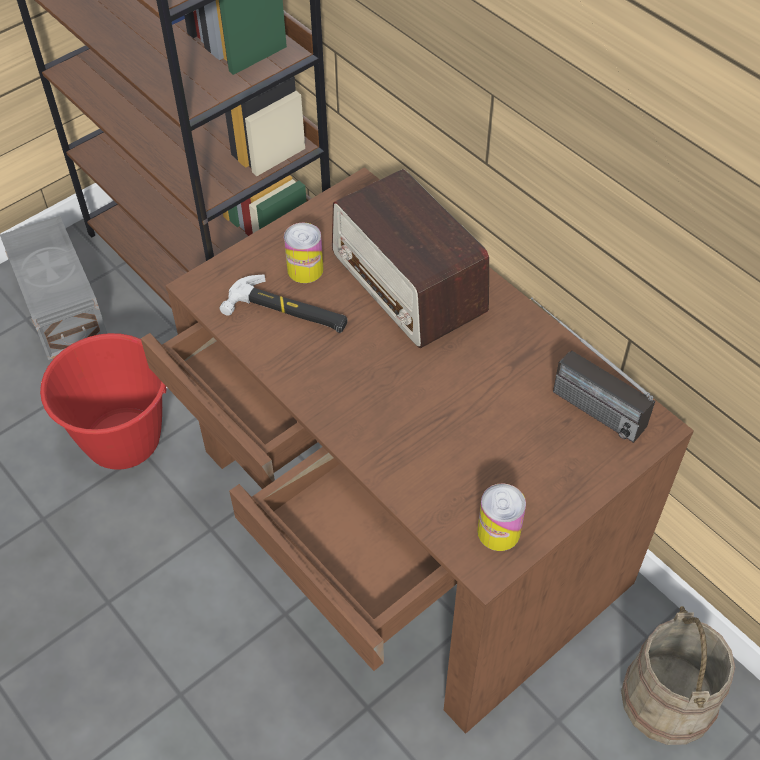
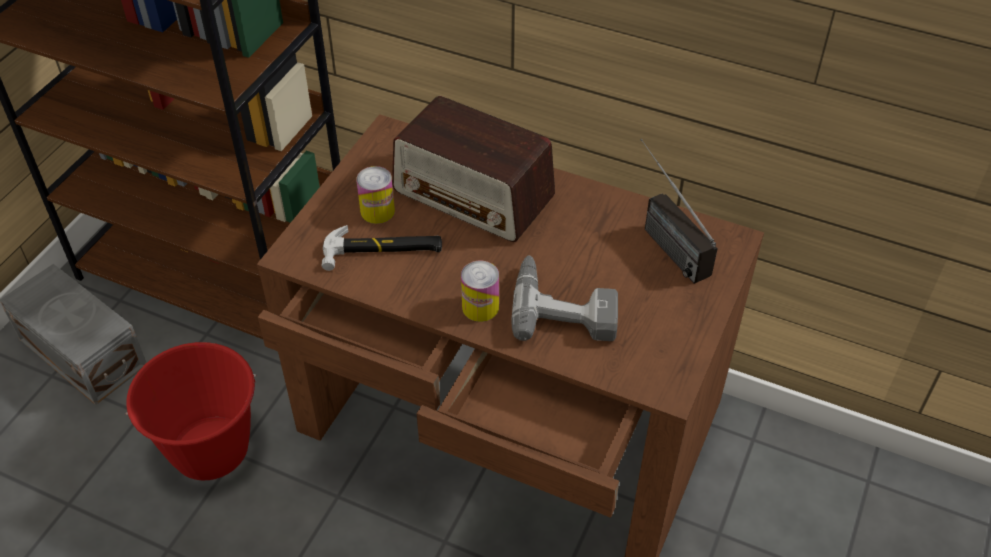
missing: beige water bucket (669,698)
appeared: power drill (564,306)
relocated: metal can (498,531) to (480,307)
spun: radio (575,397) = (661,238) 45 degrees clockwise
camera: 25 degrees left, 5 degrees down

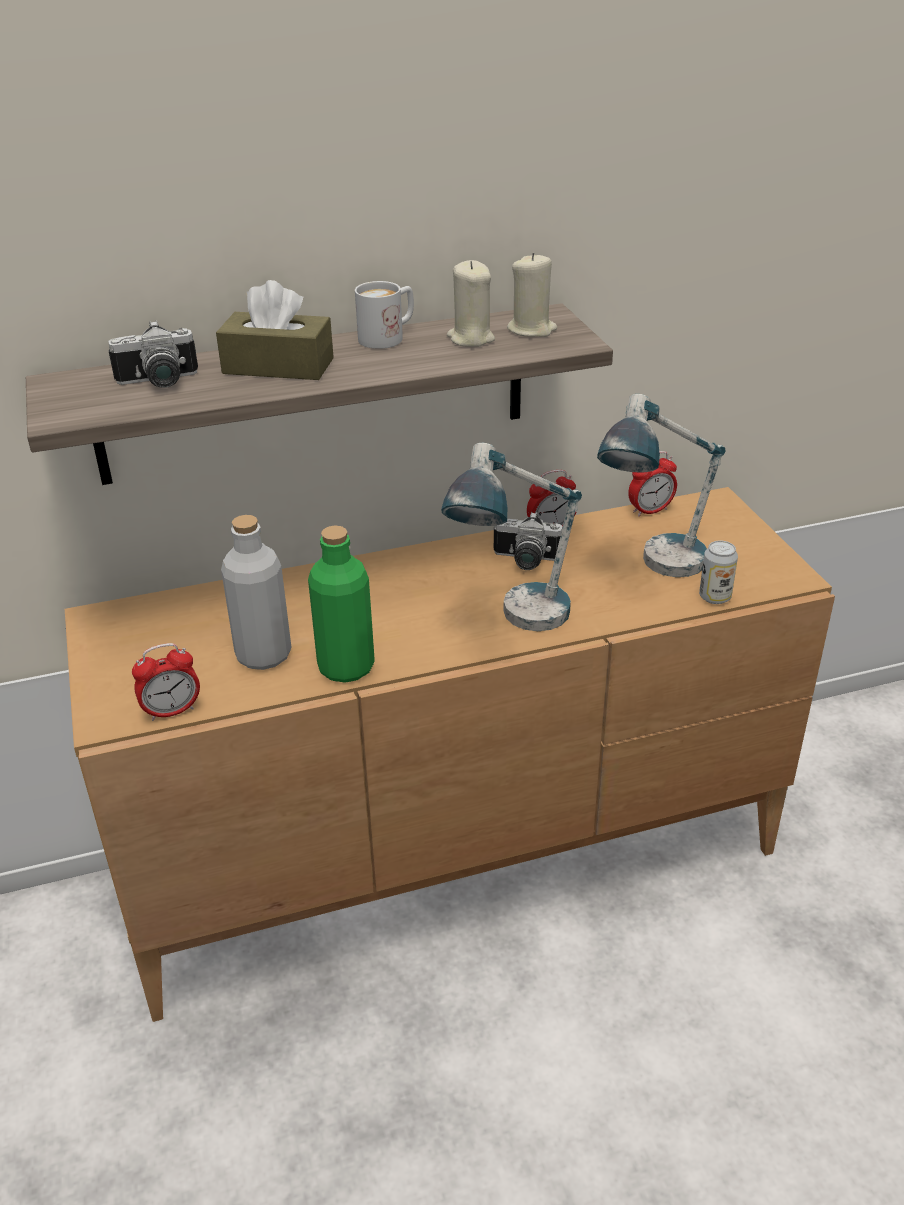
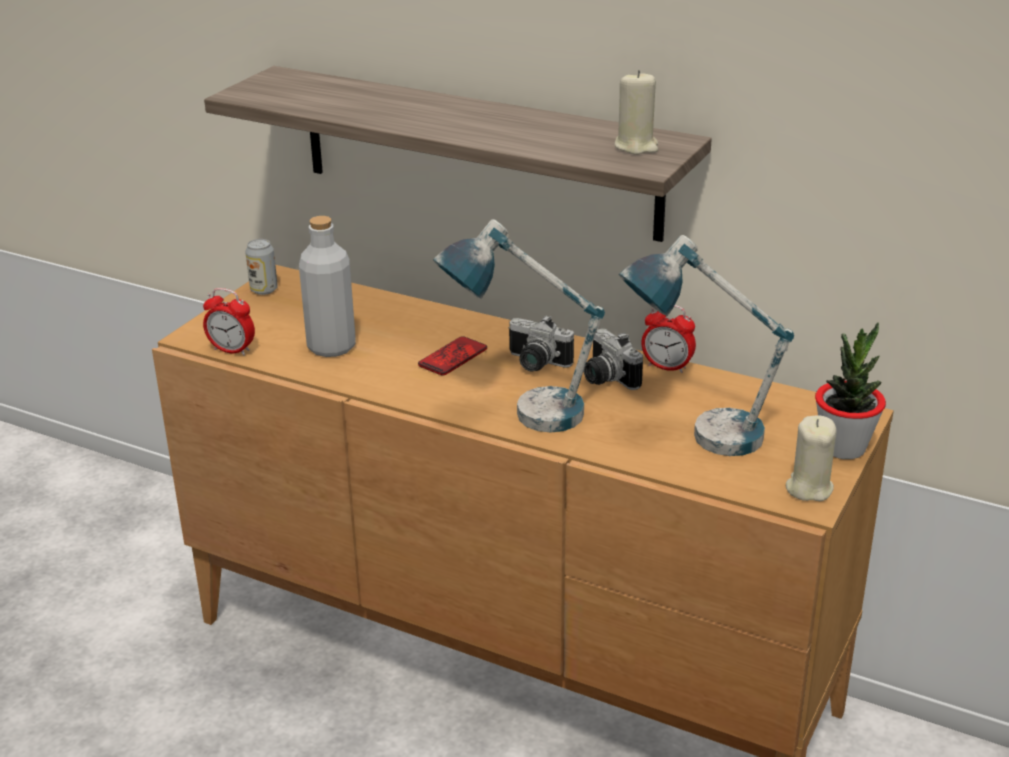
missing: brownish tissue holder (278,366); white tea mug (388,337); table clock (650,511); green-coloured drink bottle (346,667)
appeared: houseplant (843,448); handset (453,357)
relocated: beige candle (471,338) to (808,488); photo camera (158,383) to (535,364); metal can (714,597) to (264,290)
camera: 45 degrees right, 5 degrees down

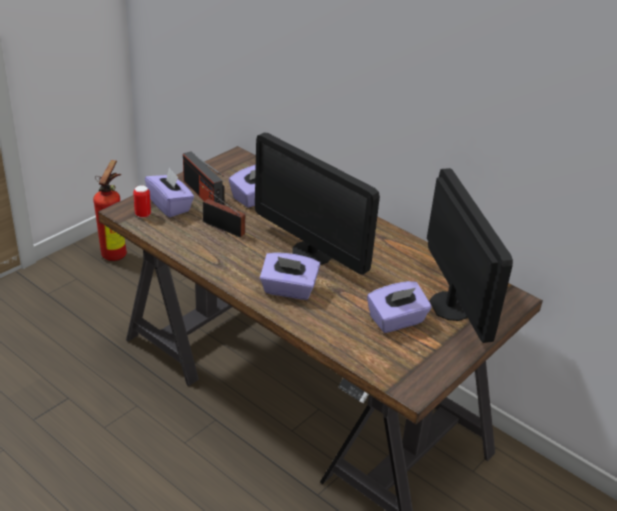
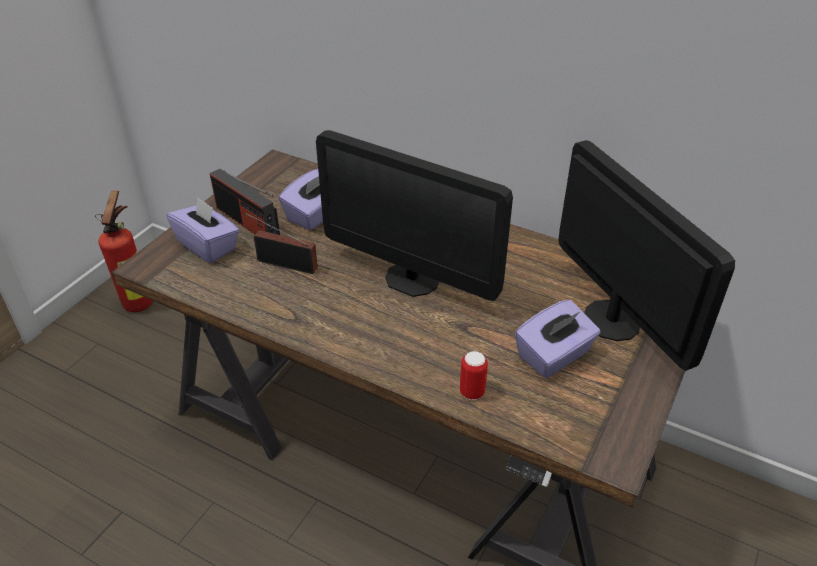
missing: purplish tissue holder (288,290)
relocated: metal can (143,214) to (472,392)
camera: 10 degrees left, 5 degrees up

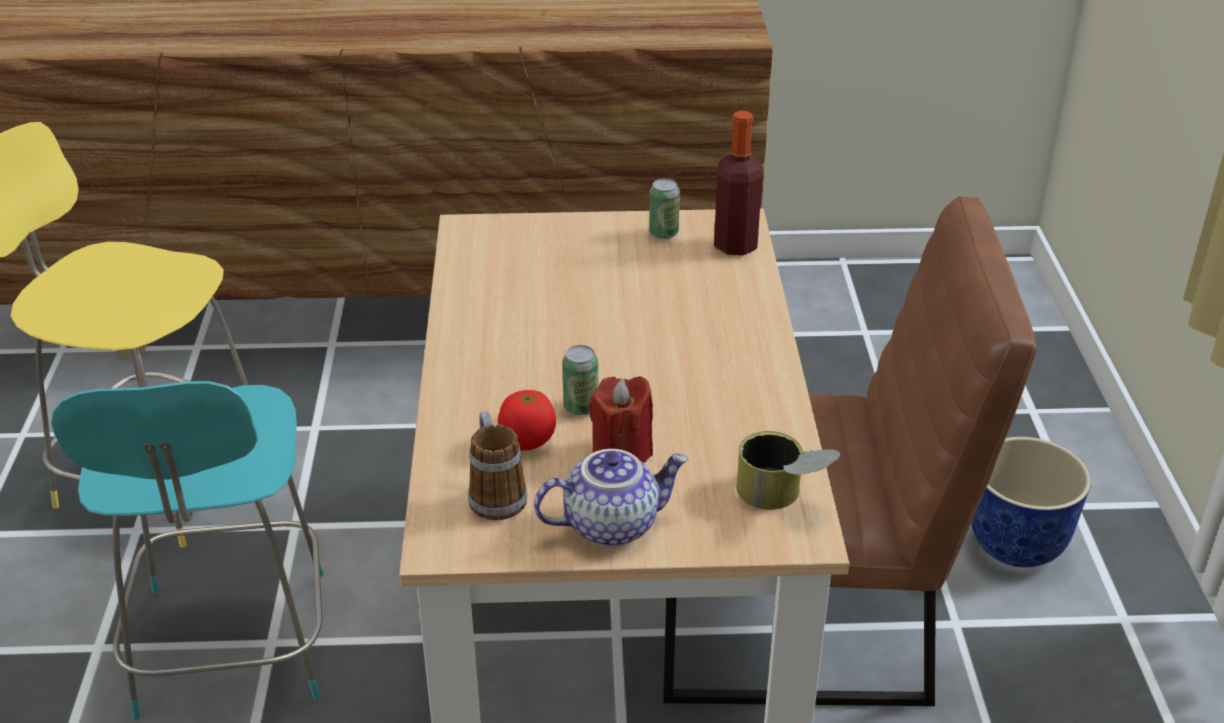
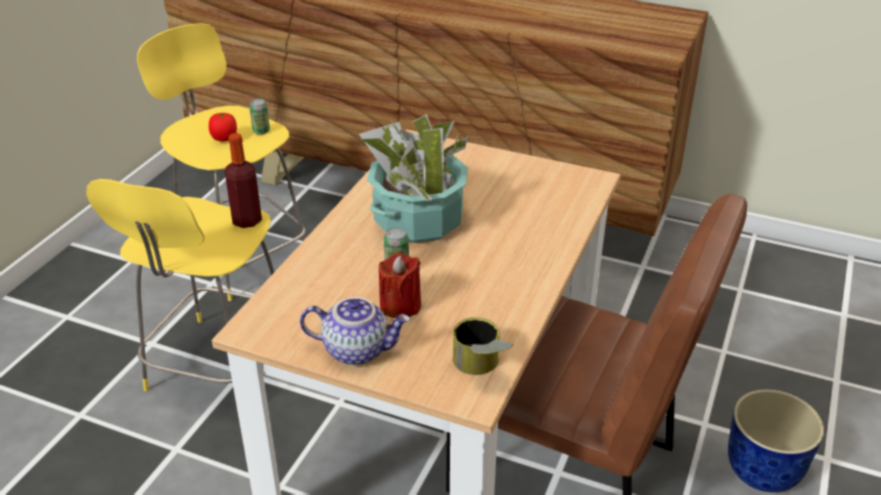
missing: tea mug (495,494)
appeared: houseplant (418,220)
relocated: drink bottle (735,245) to (247,220); metal can (663,233) to (261,131); tomato (527,442) to (224,139)
colour: turquoise stool seat (231,649) to yellow stool seat (218,368)
camera: 25 degrees right, 0 degrees up

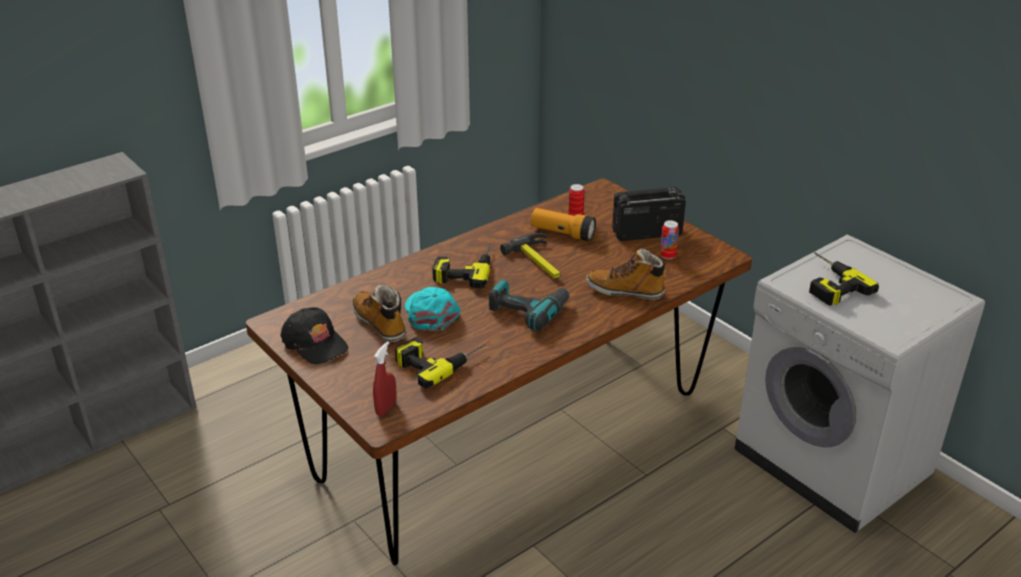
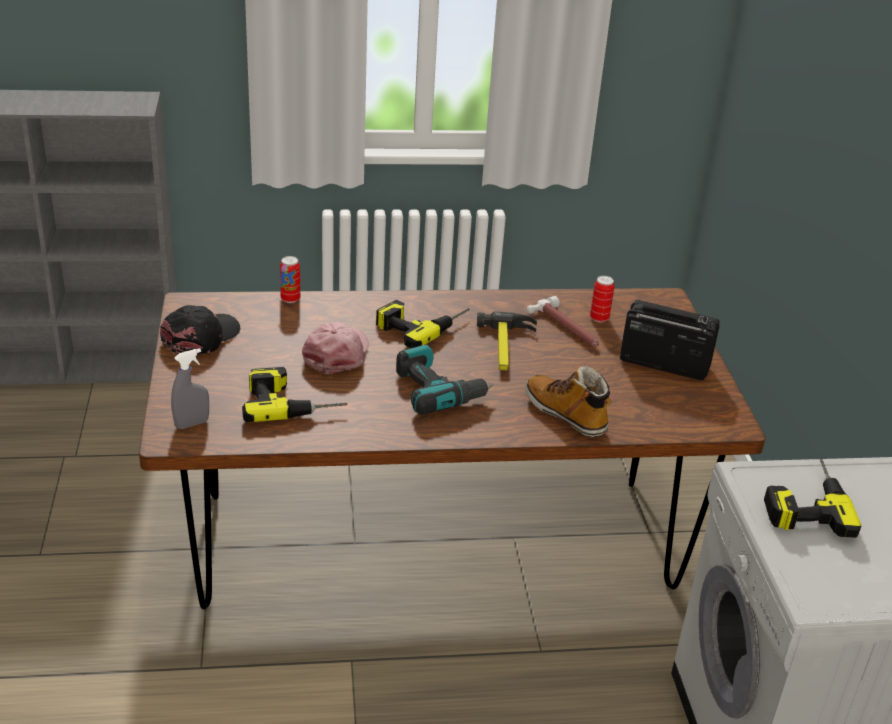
missing: boot (380,324)
relocated: metal can (667,256) to (290,299)
exchanged: torch (562,233) to hand hammer (566,328)
colour: turquoise peaked cap (430,313) to pinkish peaked cap (337,353); red sprayer (386,408) to greyish sprayer (192,424)
spun: black peaked cap (315,343) = (201,337) 135 degrees counterclockwise
camera: 30 degrees right, 0 degrees up

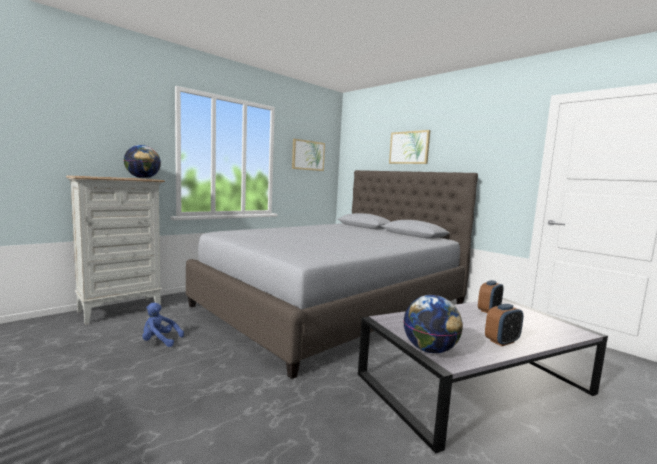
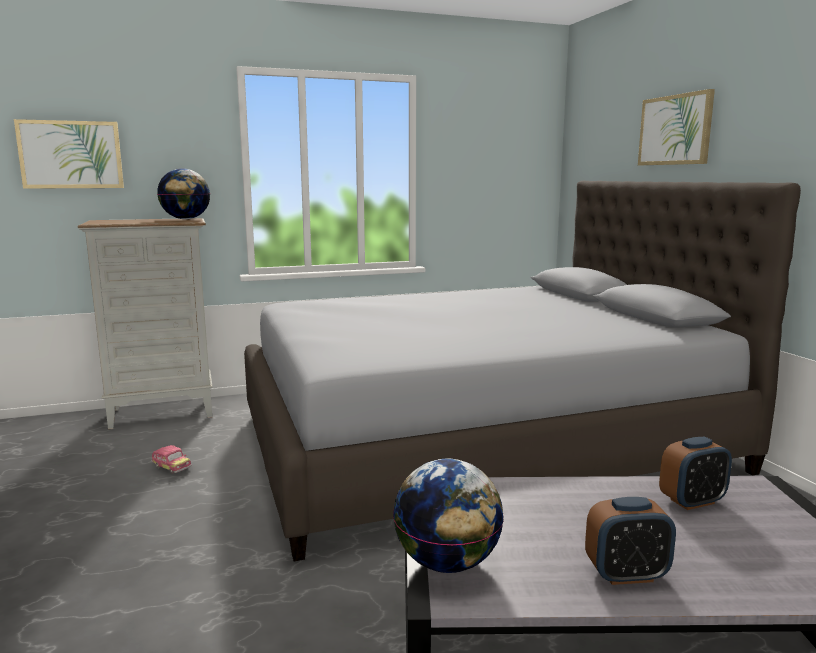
relocated: wall picture (308,155) to (71,155)
exchanged: bluish cuddly toy (159,341) to miniature car (171,467)
camera: 25 degrees right, 5 degrees up

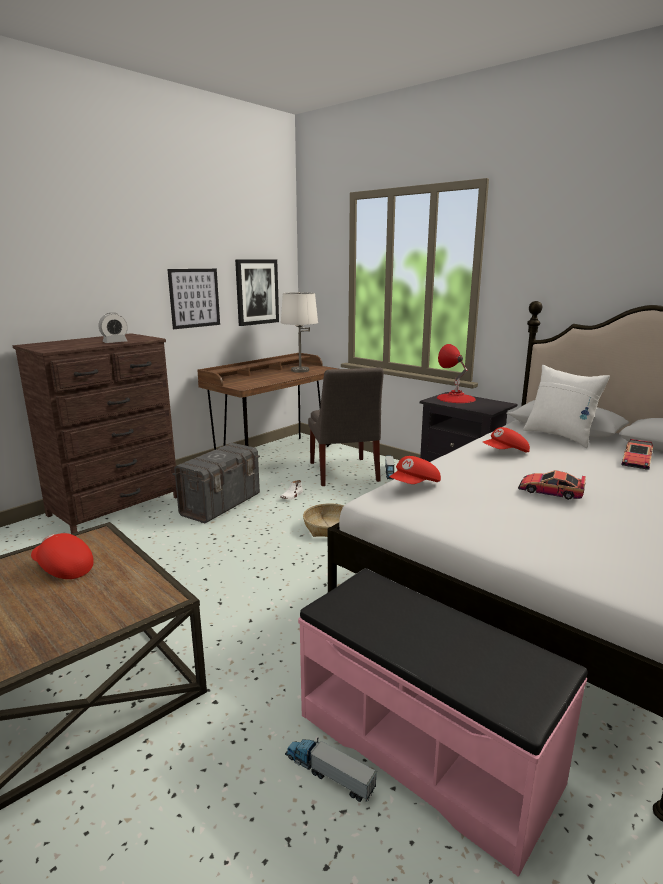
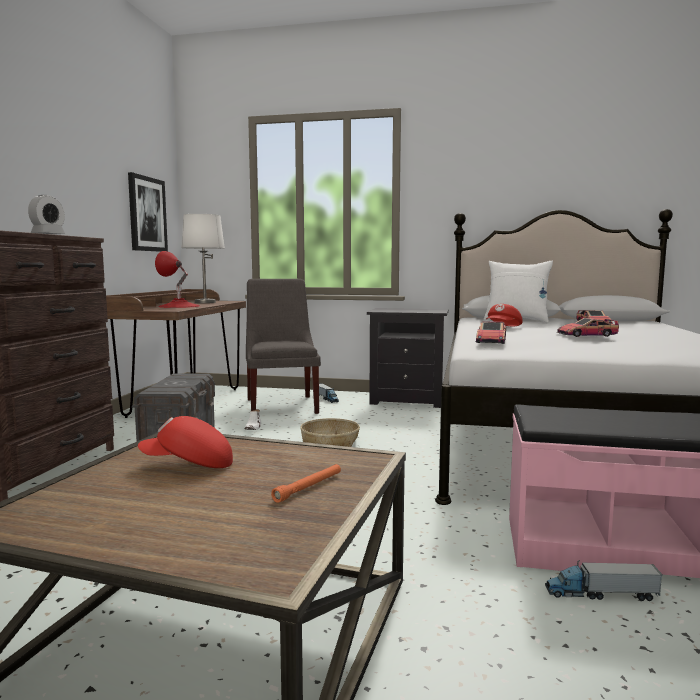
missing: wall picture (194,298)
appeared: orange-coloured torch (309,487)
relocated: red tabletop lamp (455,398) to (179,306)
exchanged: red peaked cap (415,485) to miniature car (491,341)
spun: greyish chair (343,473) = (282,405) 150 degrees counterclockwise
camera: 30 degrees left, 10 degrees down

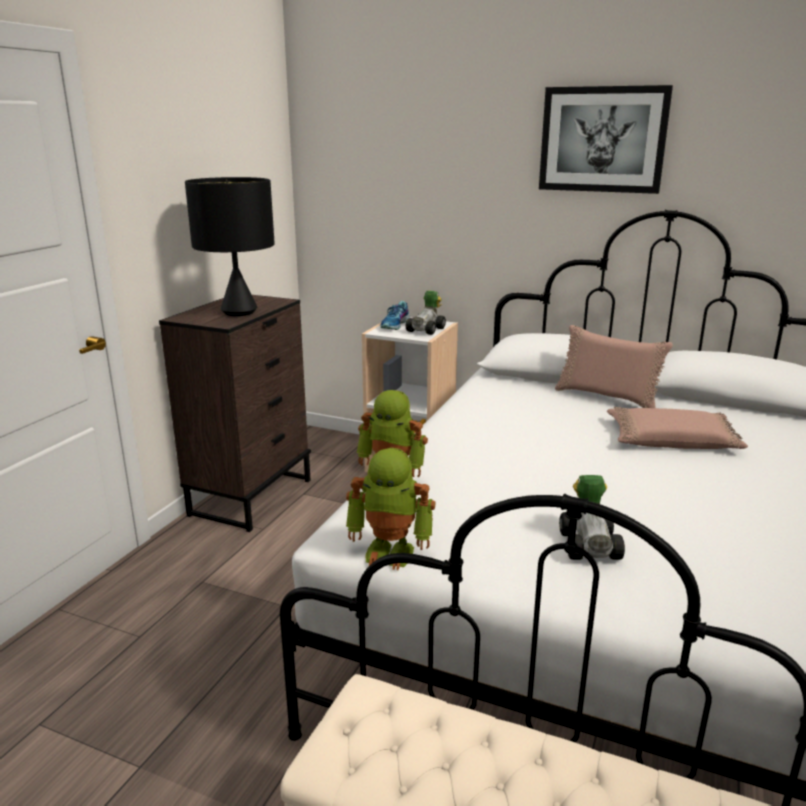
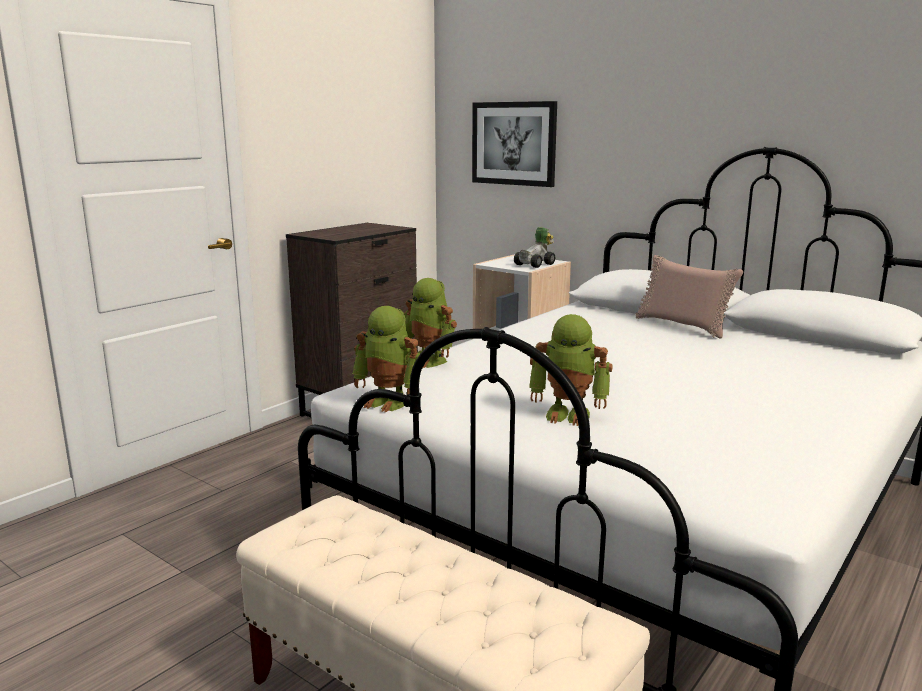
missing: black tabletop lamp (239,312); low shoe (395,325); beige pillow (672,437)
relocated: wall picture (602,140) to (514,143)
exchanged: miniature car (590,543) to model robot (569,414)
camera: 15 degrees right, 5 degrees down

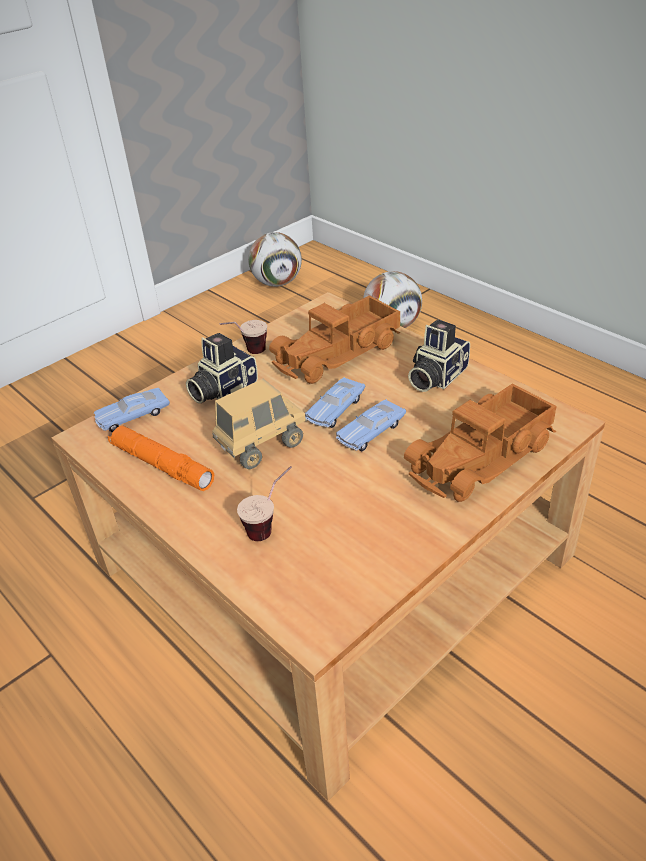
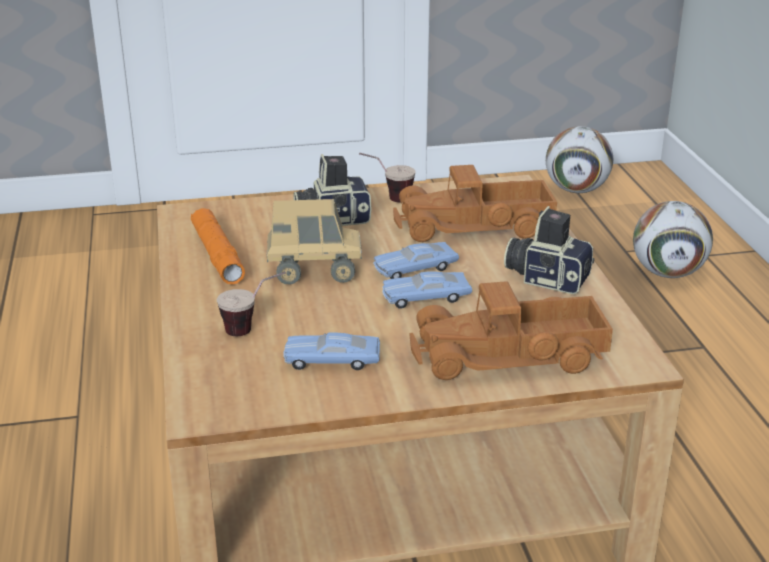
relocated: bluish miniature car (133,416) to (331,360)
spun: photo camera (435,377) = (547,278) 45 degrees clockwise
camera: 30 degrees right, 10 degrees down

